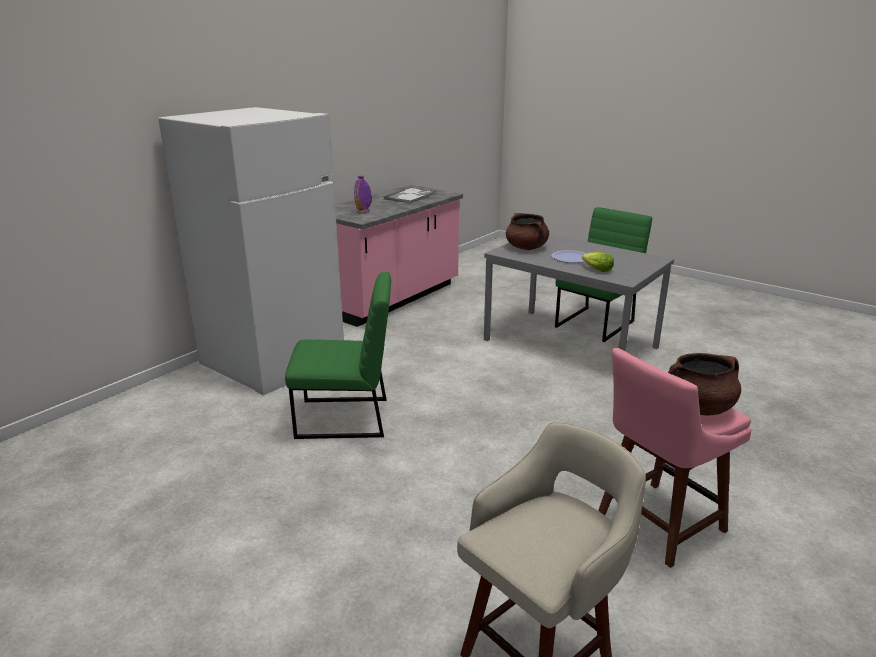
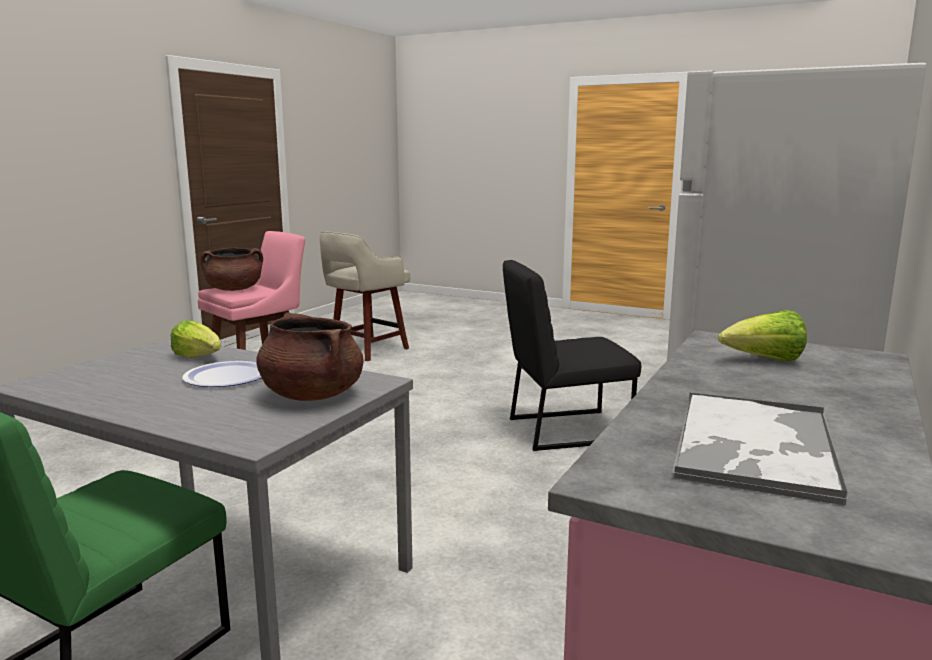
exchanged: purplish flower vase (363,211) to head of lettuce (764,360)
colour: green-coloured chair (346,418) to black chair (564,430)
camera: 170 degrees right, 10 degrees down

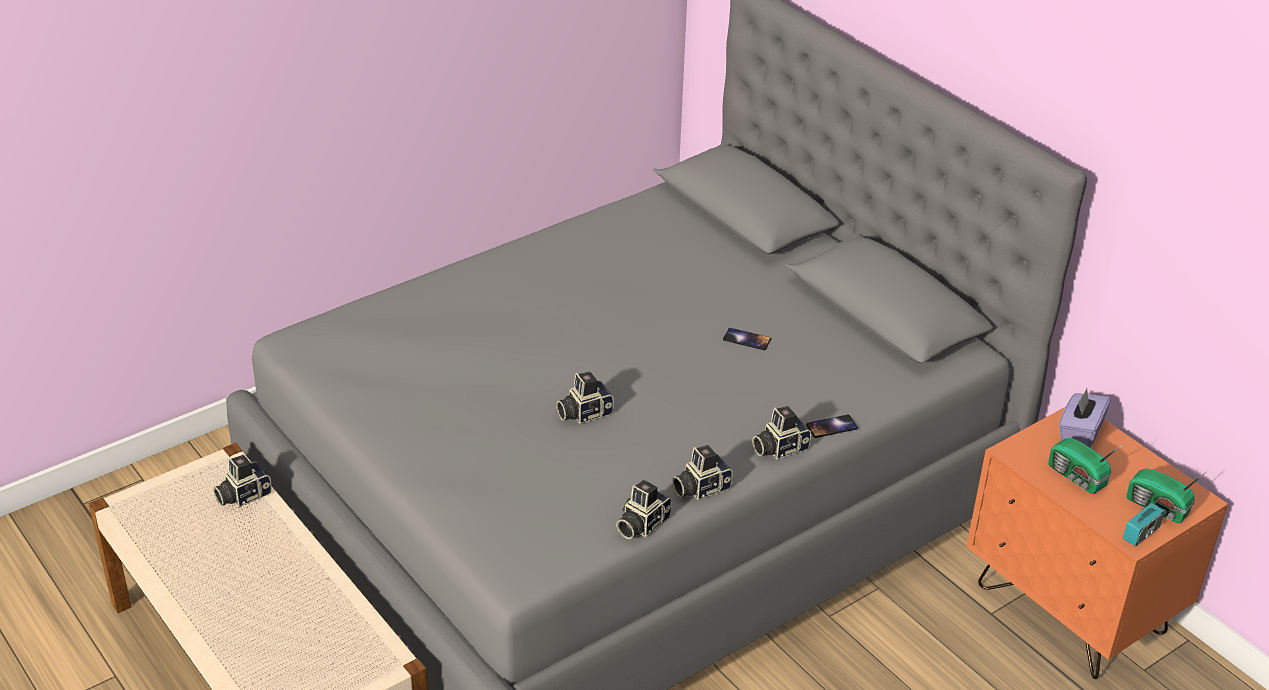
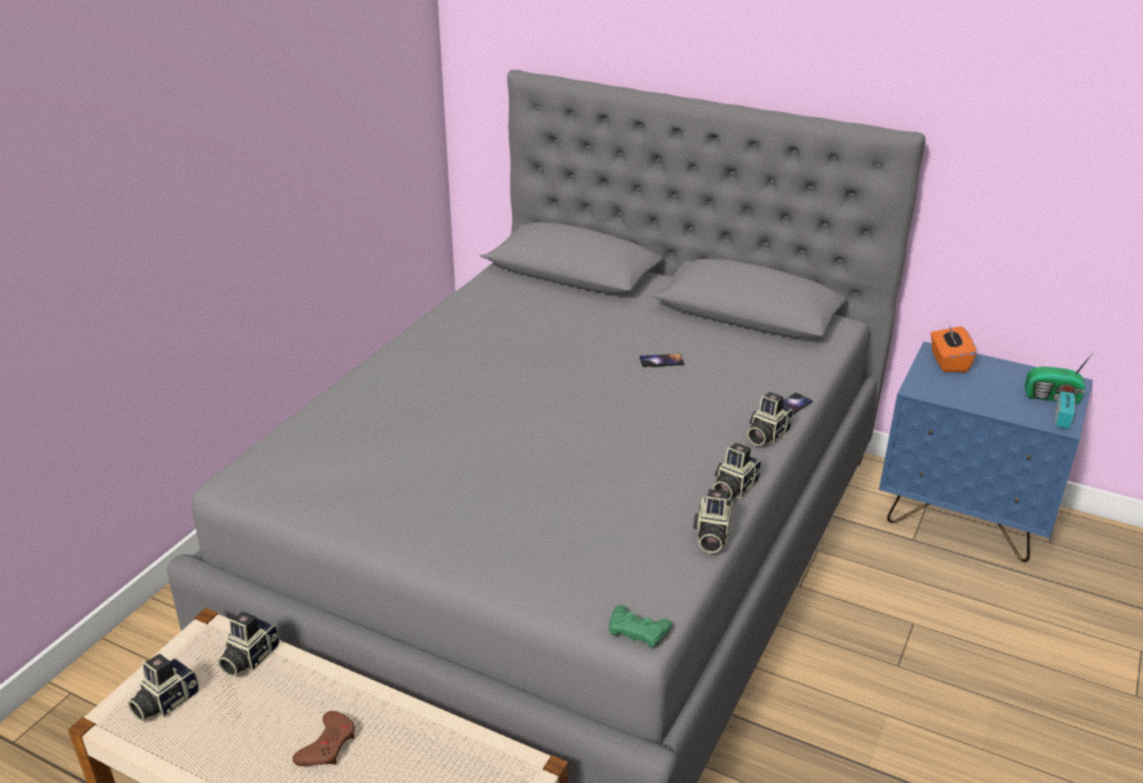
missing: radio (1077,477)
appeared: green-coloured game controller (638,630); brownish game controller (327,745)
relocated: photo camera (583,413) to (164,701)
colour: purplish tissue holder (1079,432) to orange-coloured tissue holder (948,362); orange-coloured night table (1071,611) to bluish night table (964,517)
camera: 25 degrees left, 5 degrees down

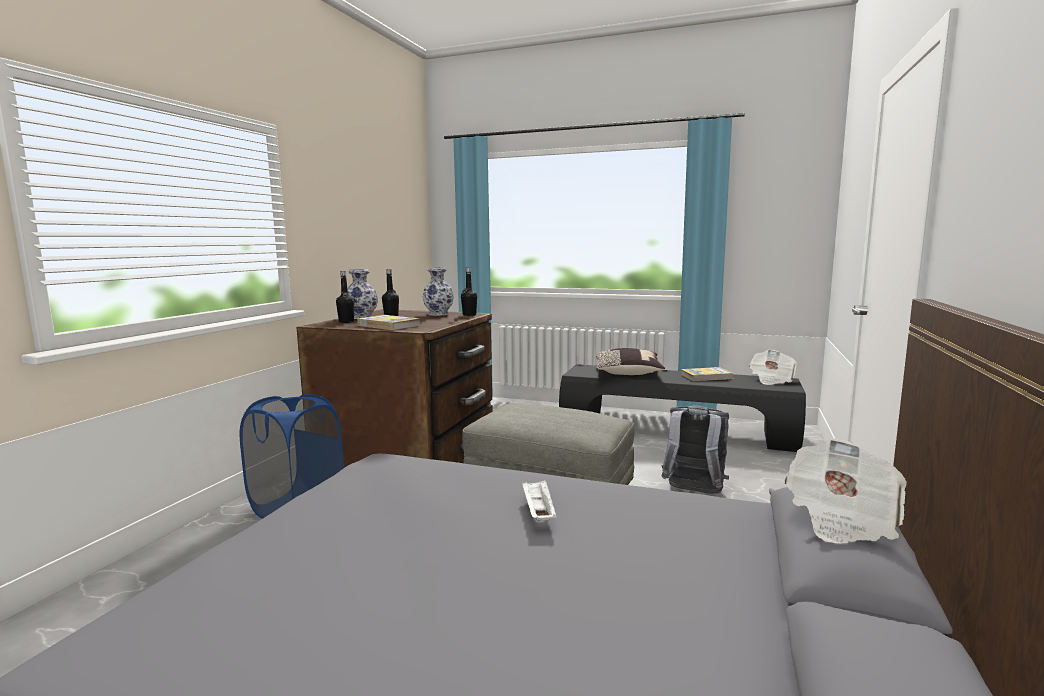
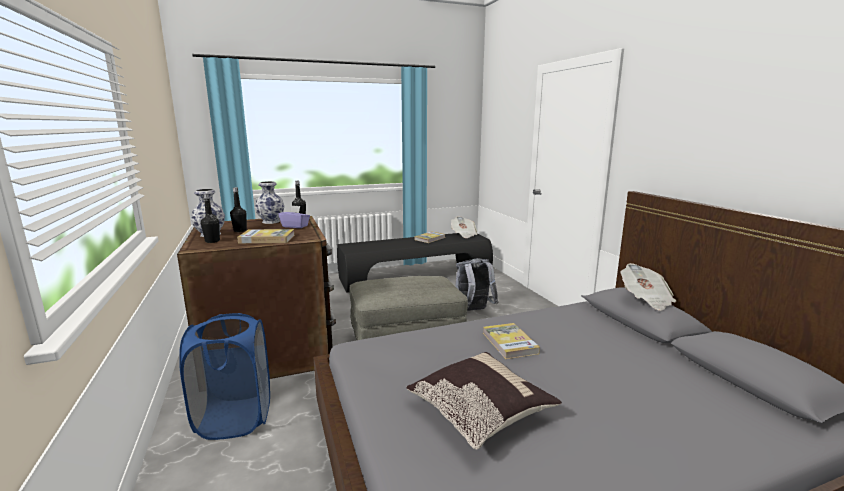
appeared: purplish tissue holder (295,226)
relocated: pillow (627,373) to (480,411)
exchanged: white serving tray (538,512) to book (509,343)
camera: 40 degrees left, 5 degrees up

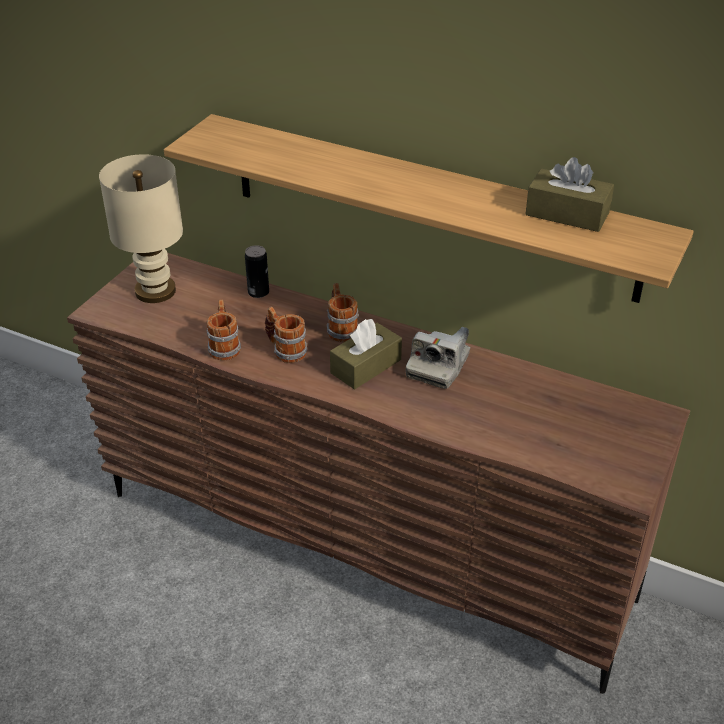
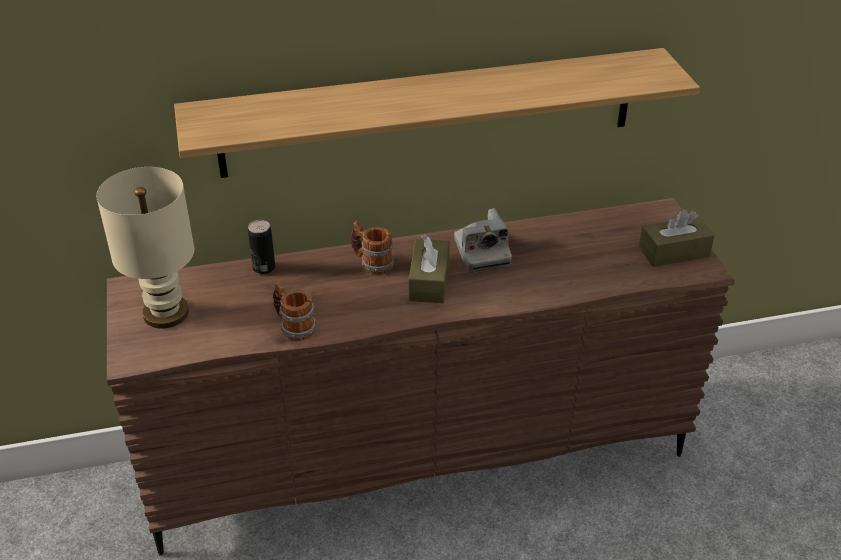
missing: tea mug (285,350)
relocated: brownish tissue holder (567,214) to (673,252)
camera: 40 degrees left, 0 degrees up

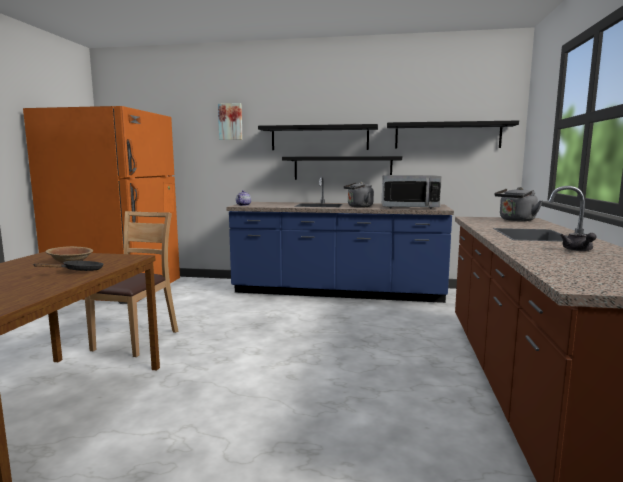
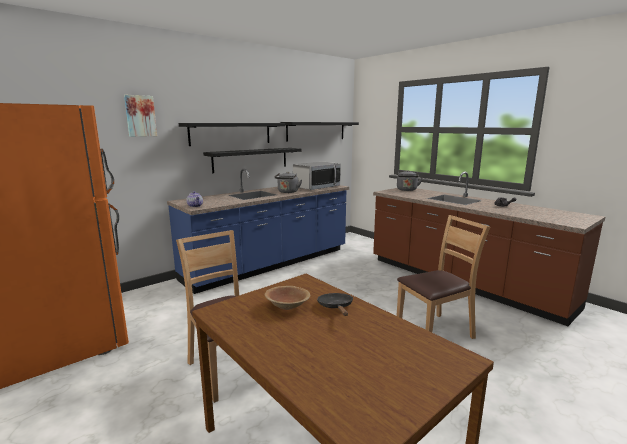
appeared: brownish chair (435,332)
camera: 50 degrees left, 5 degrees up

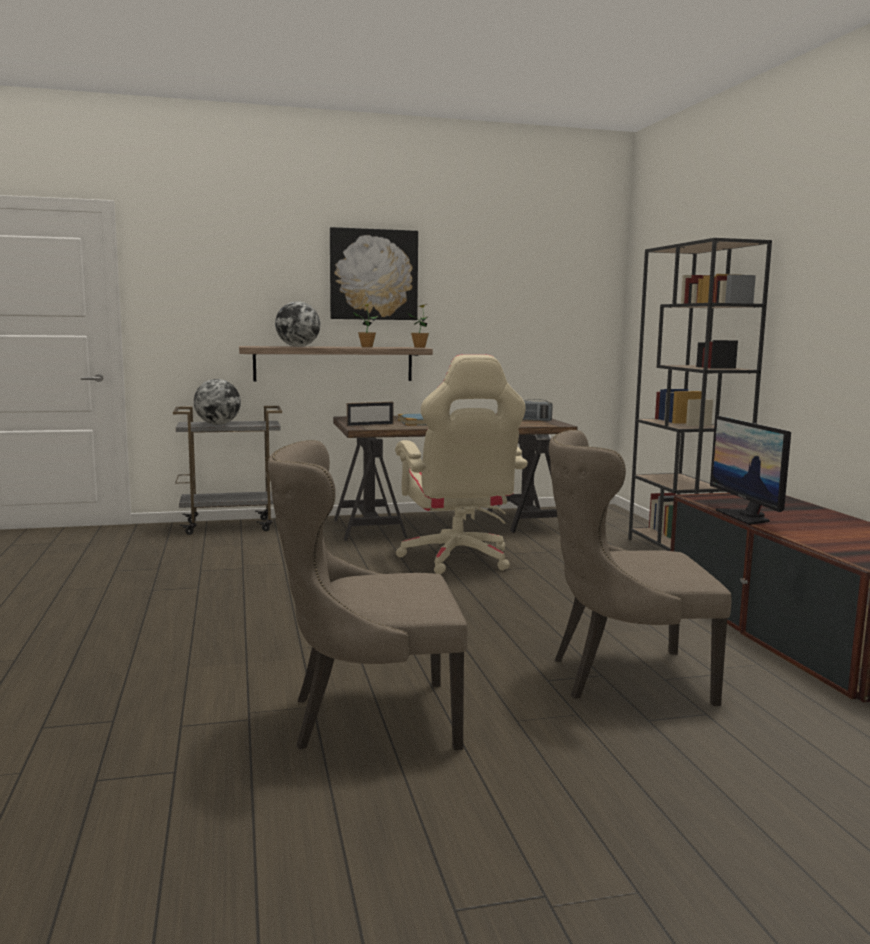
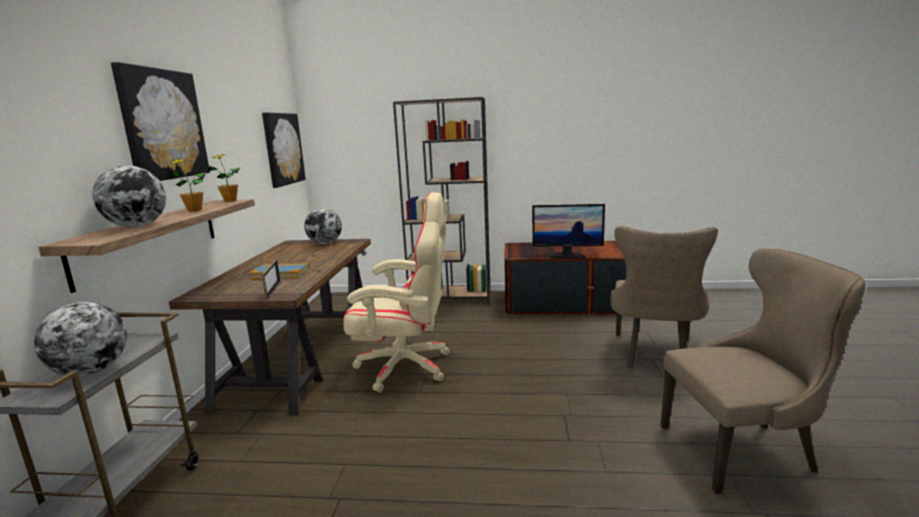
appeared: wall picture (283,149)
exchanged: radio (535,420) to world globe (325,243)
spun: beige chair (367,718) = (742,451) 105 degrees counterclockwise
camera: 70 degrees left, 5 degrees up

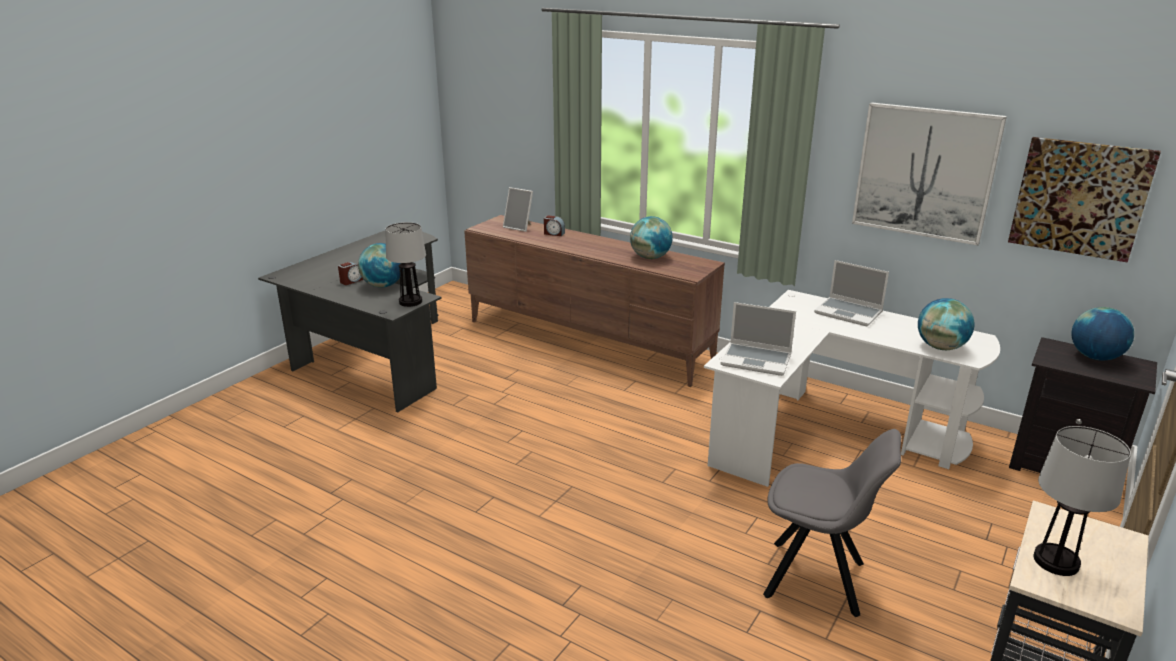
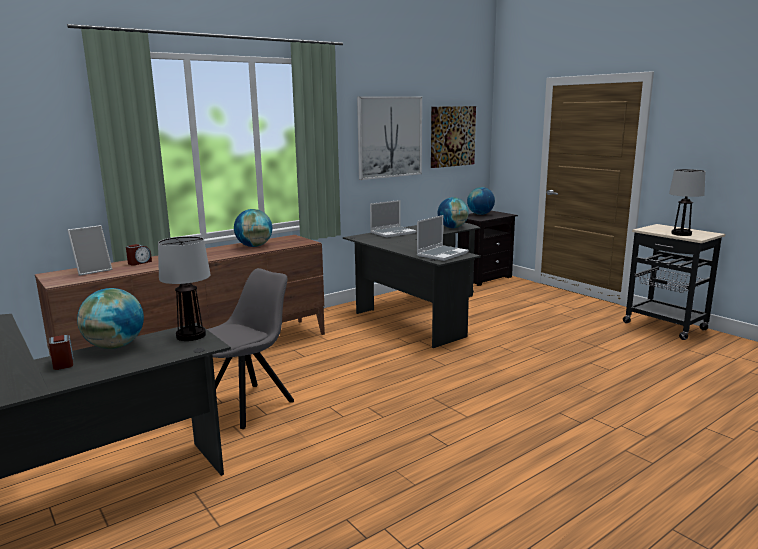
relocated: greyish chair (815,579) to (249,405)
colour: white desk (827,433) to black desk (418,311)
camera: 70 degrees left, 10 degrees down

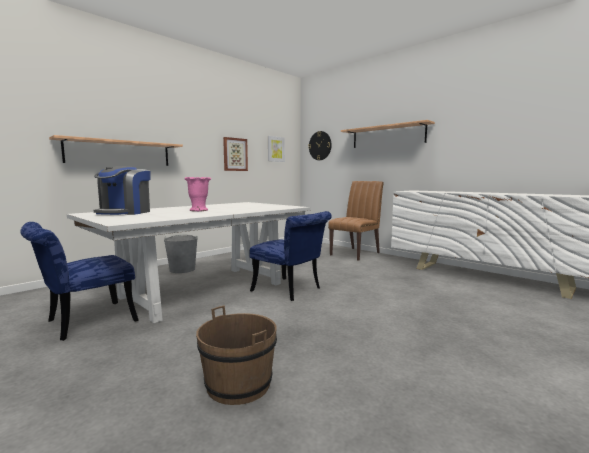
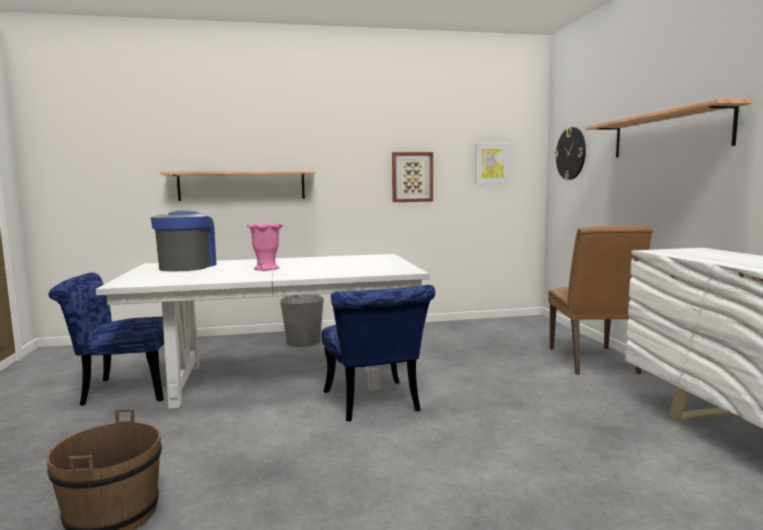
spun: coffee machine (125,213) = (187,266) 135 degrees clockwise; brownish chair (355,254) = (591,360) 105 degrees clockwise
camera: 35 degrees right, 0 degrees up

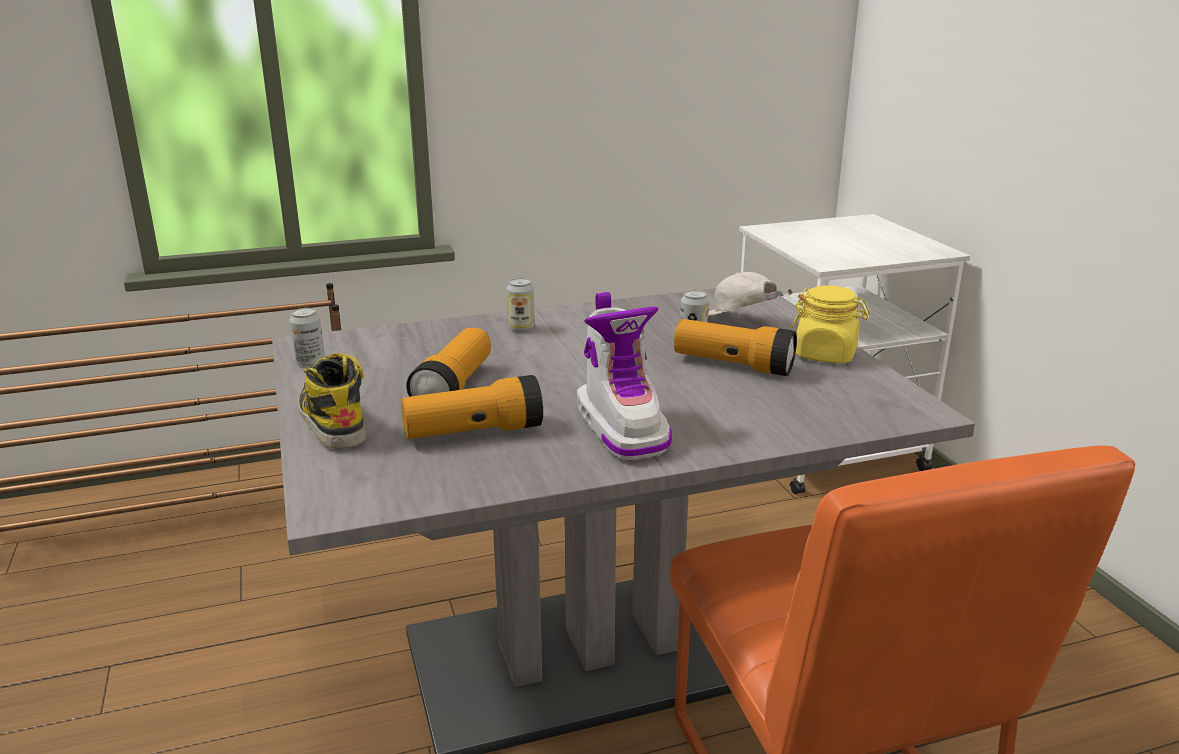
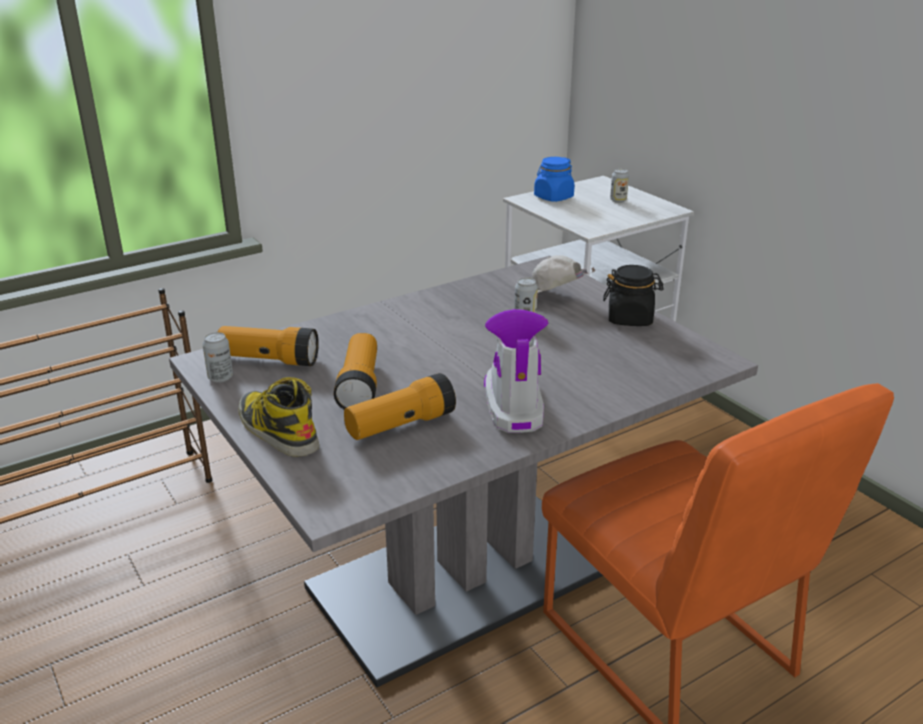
appeared: bluish preserve jar (553,197)
relocated: metal can (521,328) to (618,200); torch (733,365) to (269,360)
colour: yellow preserve jar (826,354) to black preserve jar (630,318)
spun: boot (622,428) = (513,405) 150 degrees counterclockwise
camera: 15 degrees left, 5 degrees up

